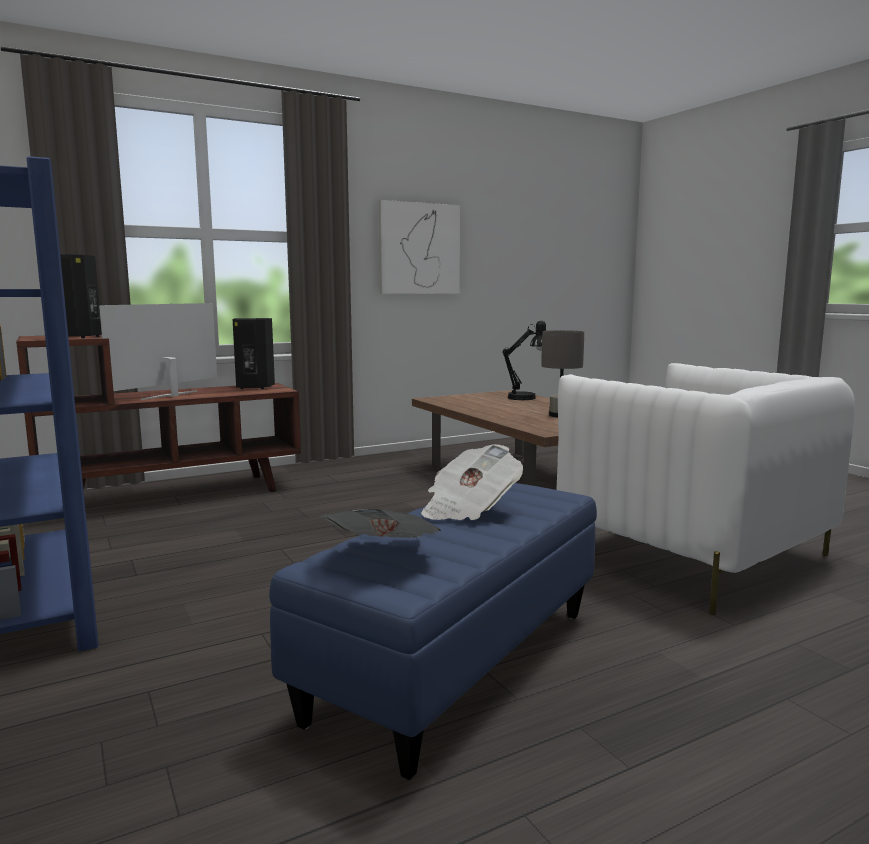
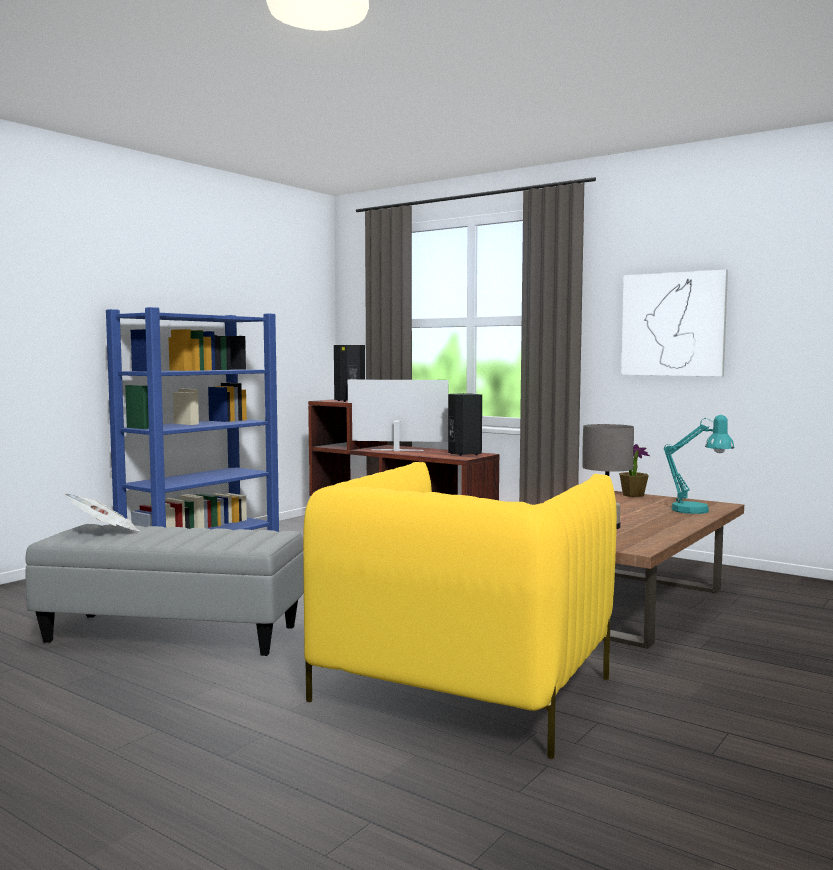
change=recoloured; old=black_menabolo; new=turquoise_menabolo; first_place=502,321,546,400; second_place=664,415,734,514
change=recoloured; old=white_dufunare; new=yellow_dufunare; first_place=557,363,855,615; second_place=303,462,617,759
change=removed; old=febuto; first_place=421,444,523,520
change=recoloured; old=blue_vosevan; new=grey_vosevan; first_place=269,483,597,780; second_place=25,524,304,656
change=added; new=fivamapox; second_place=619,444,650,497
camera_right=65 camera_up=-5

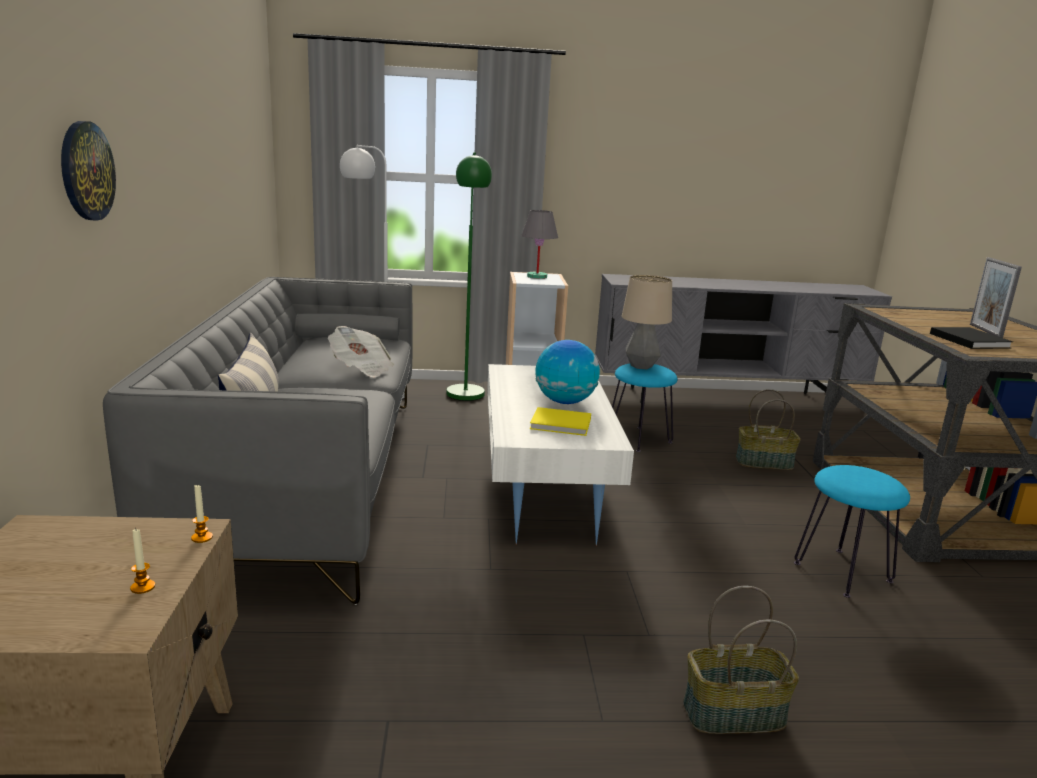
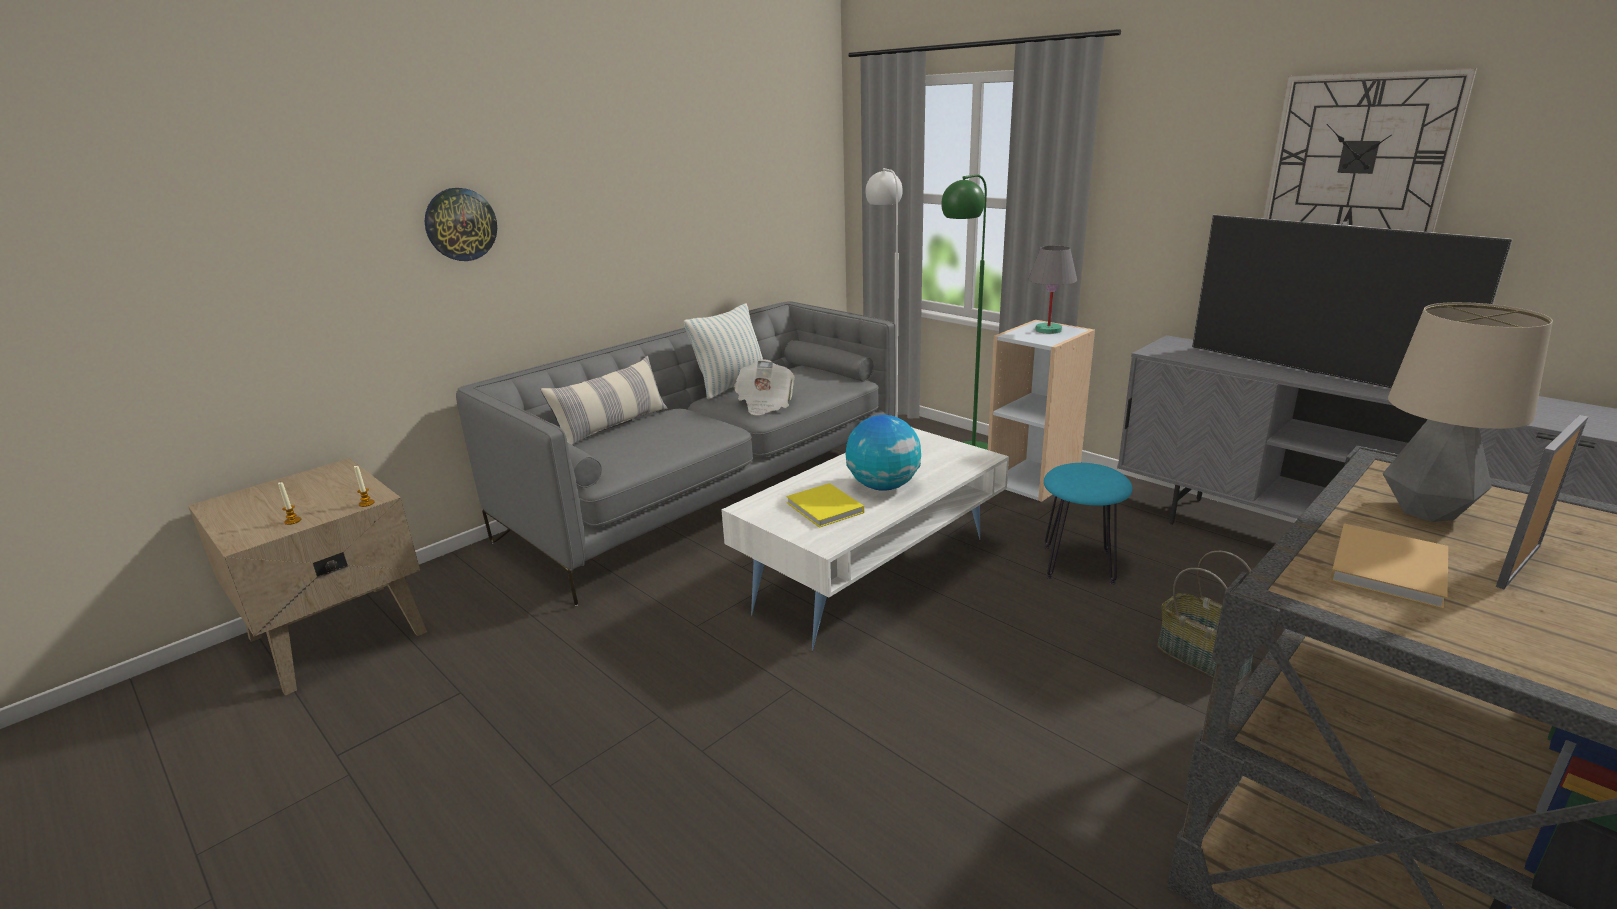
change=moved; old=menabolo; first_place=622,275,672,370; second_place=1383,302,1553,522
change=recoloured; old=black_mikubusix; new=beige_mikubusix; first_place=930,327,1013,349; second_place=1330,523,1448,609
change=removed; old=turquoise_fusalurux; first_place=794,465,910,598
change=removed; old=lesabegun; first_place=683,586,799,734
change=added; new=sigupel; second_place=1262,68,1477,232
change=added; new=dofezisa; second_place=1192,215,1513,388
change=added; new=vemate; second_place=684,303,763,400
camera_right=50 camera_up=5

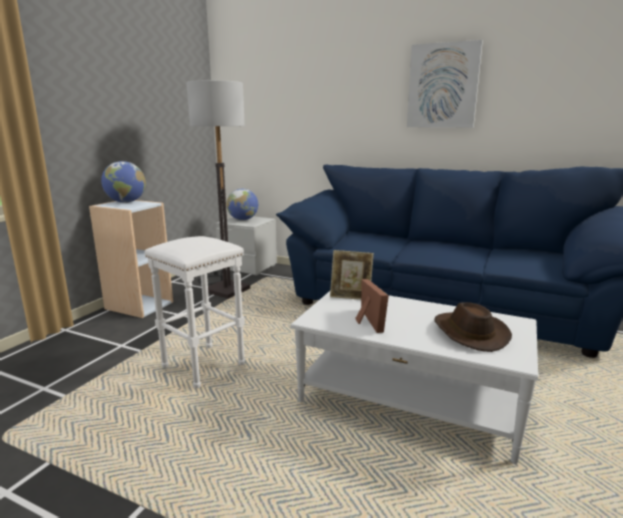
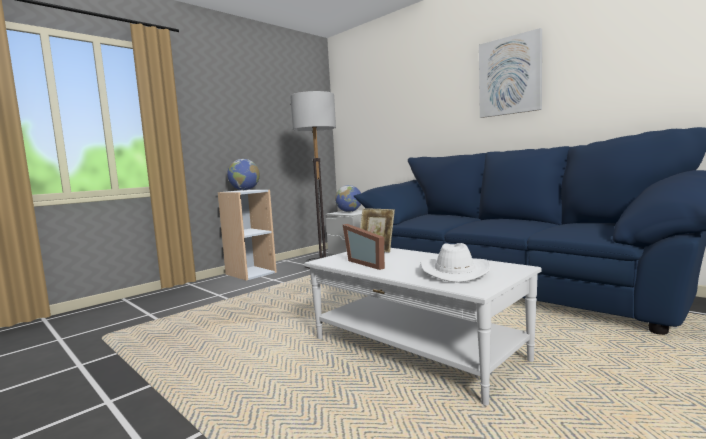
change=removed; old=white_fusalurux; first_place=145,236,245,389
change=turned; old=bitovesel; first_place=355,279,389,333; second_place=343,224,385,270; degrees=135
change=recoloured; old=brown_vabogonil; new=white_vabogonil; first_place=434,302,512,352; second_place=421,243,491,283
camera_right=20 camera_up=-10

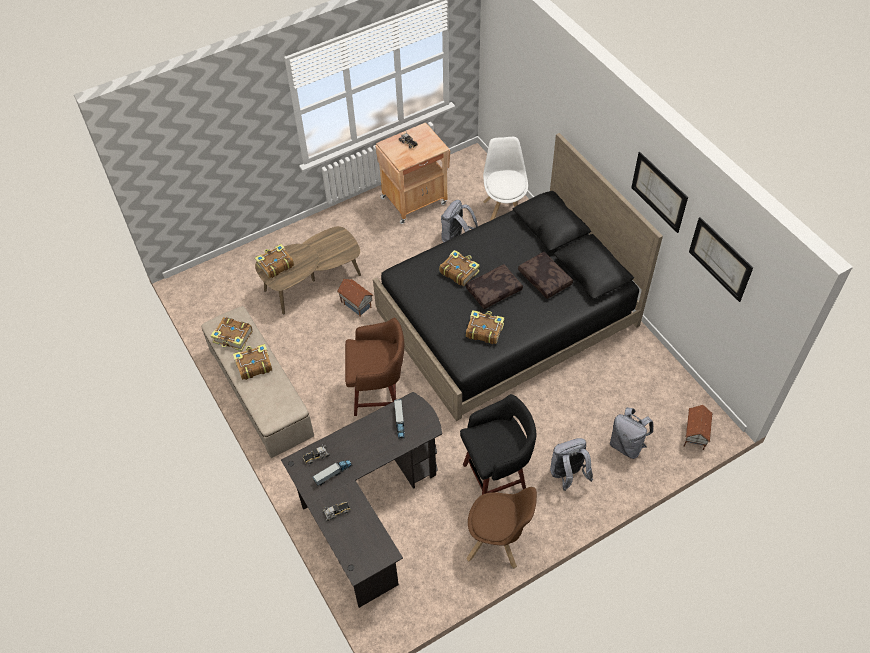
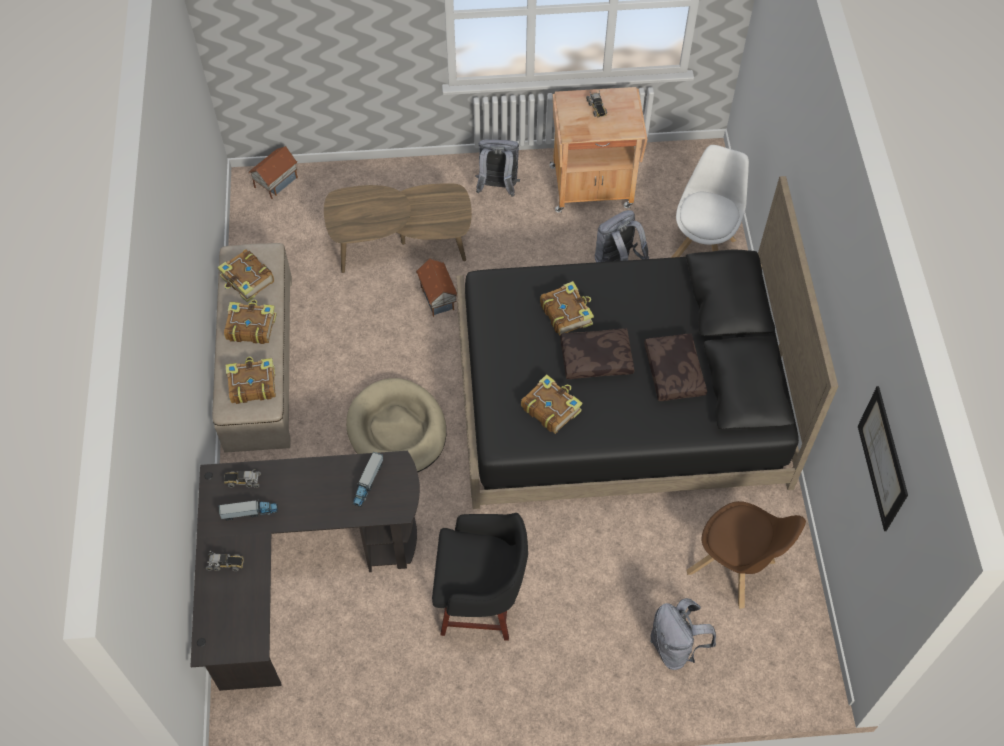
change=removed; old=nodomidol; first_place=631,152,688,233
change=moved; old=mikubusix; first_place=255,244,294,278; second_place=226,357,276,404
change=replaced; old=brown_fusalurux; new=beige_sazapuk; first_place=345,318,404,416; second_place=346,378,446,473
change=moved; old=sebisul; first_place=683,405,713,450; second_place=248,146,298,199
change=moved; old=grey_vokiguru; first_place=550,438,593,491; second_place=475,139,520,197
change=moved; old=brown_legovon; first_place=466,487,537,569; second_place=687,501,806,609
camera_right=25 camera_up=5

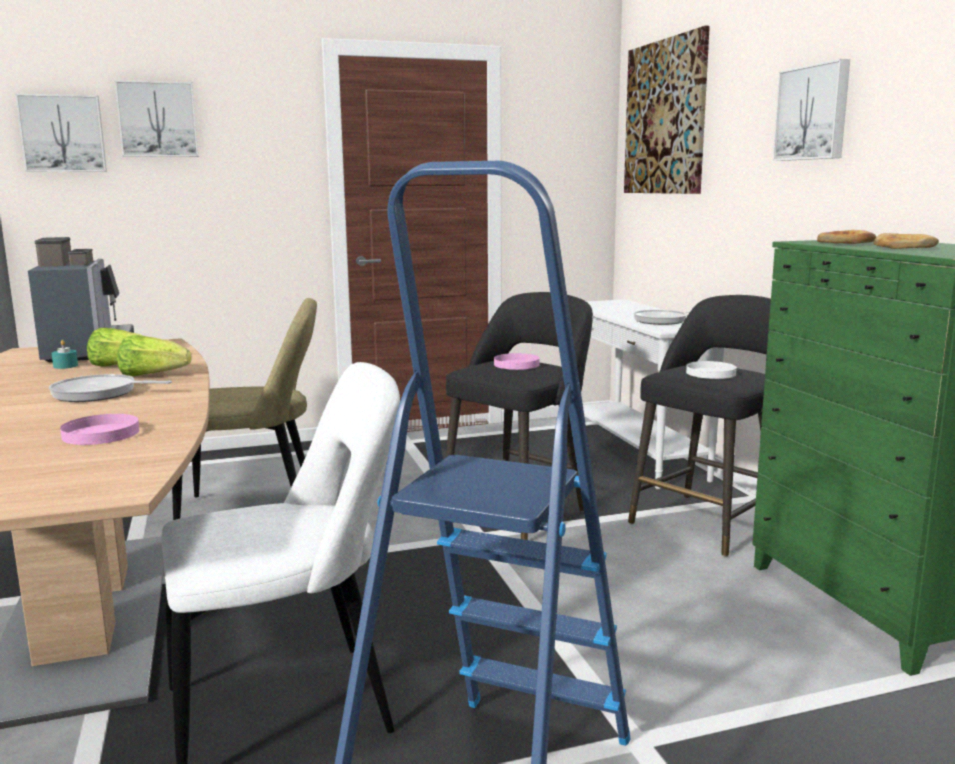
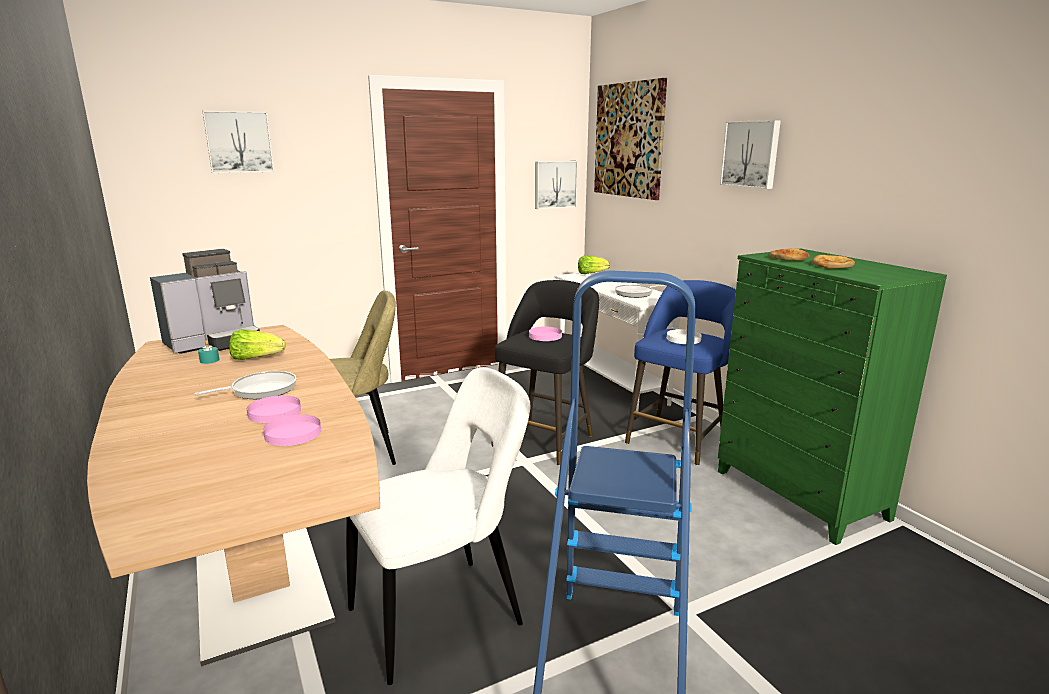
change=moved; old=nodomidol; first_place=15,94,107,172; second_place=535,161,578,209
change=turned; old=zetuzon; first_place=28,237,134,362; second_place=150,249,260,354; degrees=75
change=recoloured; old=black_fusalurux; new=blue_fusalurux; first_place=628,295,771,557; second_place=625,280,736,466
change=moved; old=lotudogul; first_place=117,335,192,376; second_place=578,255,610,274
change=turned; old=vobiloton; first_place=49,374,172,402; second_place=195,371,296,399; degrees=150
change=added; new=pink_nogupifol; second_place=247,395,301,423
camera_right=-10 camera_up=5

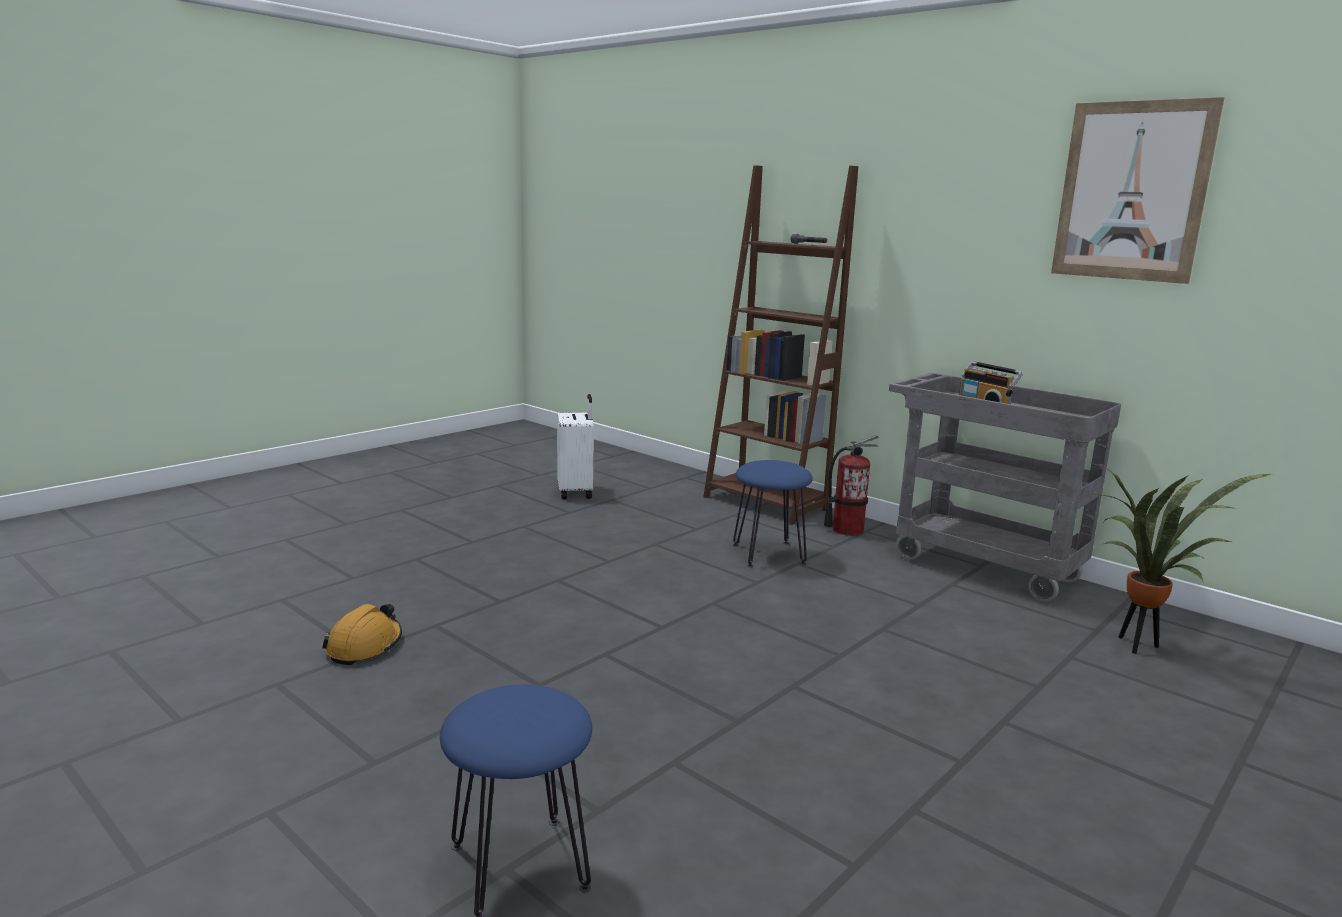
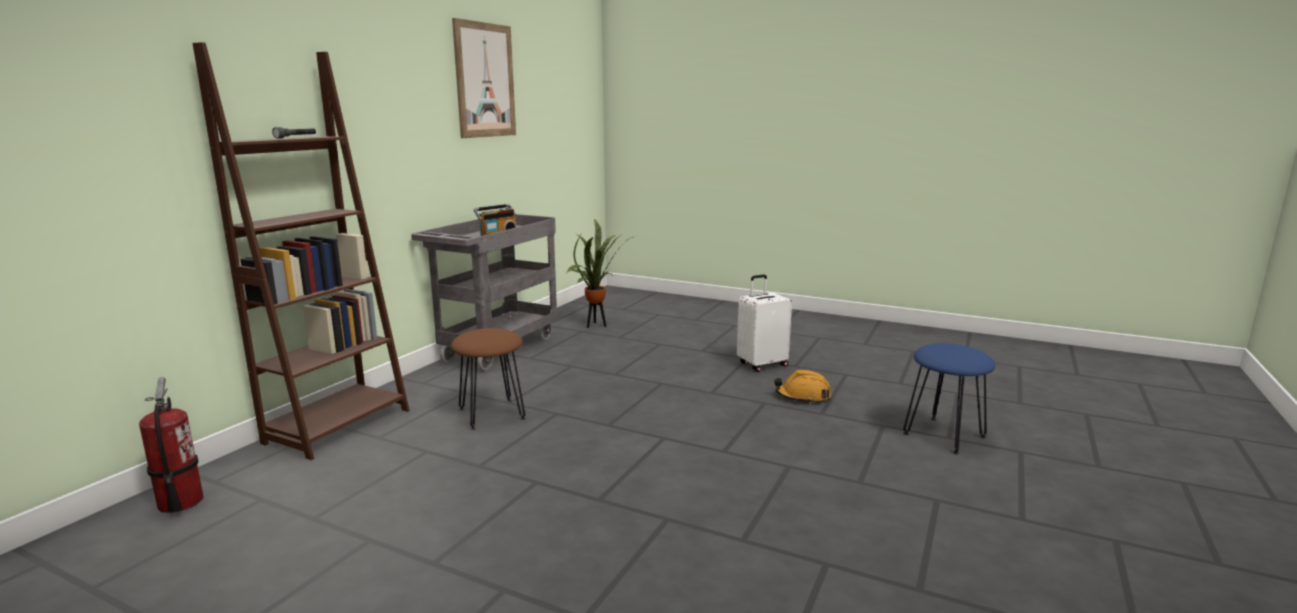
change=moved; old=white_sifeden; first_place=557,394,594,499; second_place=737,275,792,372
change=moved; old=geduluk; first_place=824,435,879,536; second_place=139,377,203,513
change=recoloured; old=blue_fusalurux; new=brown_fusalurux; first_place=733,460,813,567; second_place=451,328,526,430
change=moved; old=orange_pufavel; first_place=322,604,402,665; second_place=774,370,831,404
camera_right=-105 camera_up=0

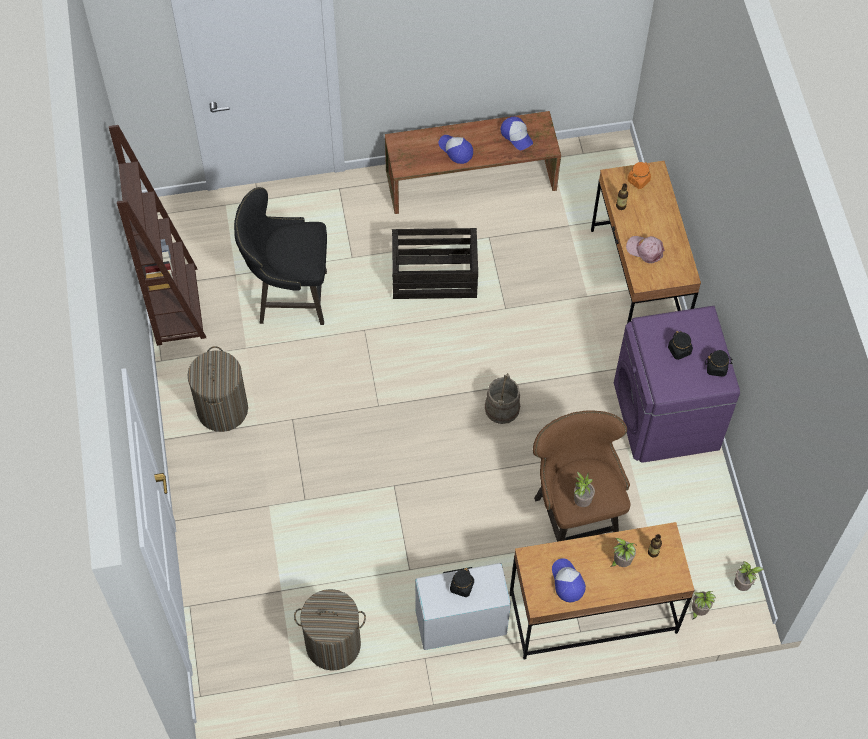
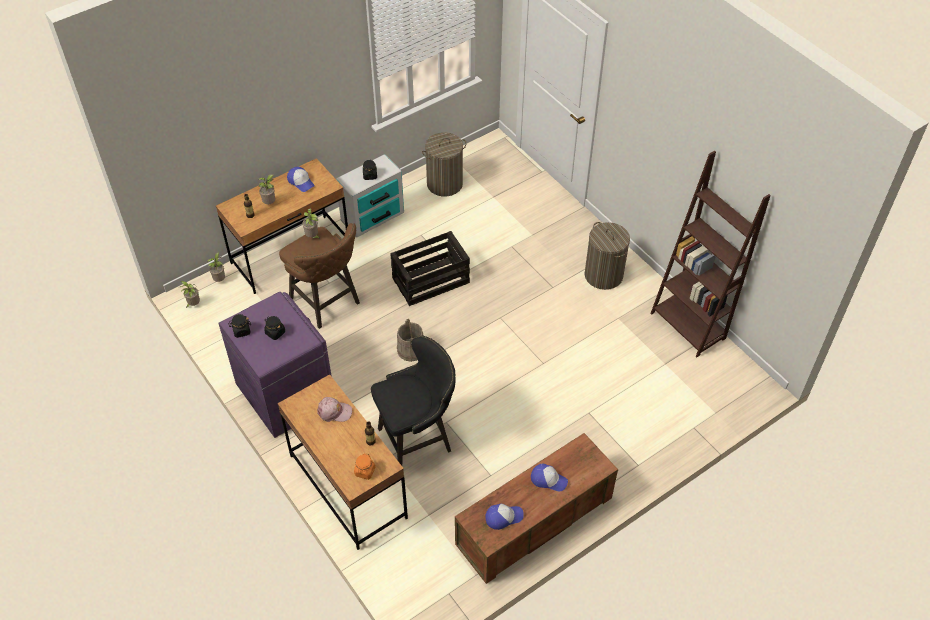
change=turned; old=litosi; first_place=501,117,533,150; second_place=485,504,524,530; degrees=135
change=moved; old=black_fusalurux; first_place=234,187,327,325; second_place=371,336,456,466
change=moved; old=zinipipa; first_place=392,228,478,299; second_place=390,231,470,306
camera_right=155 camera_up=-10

